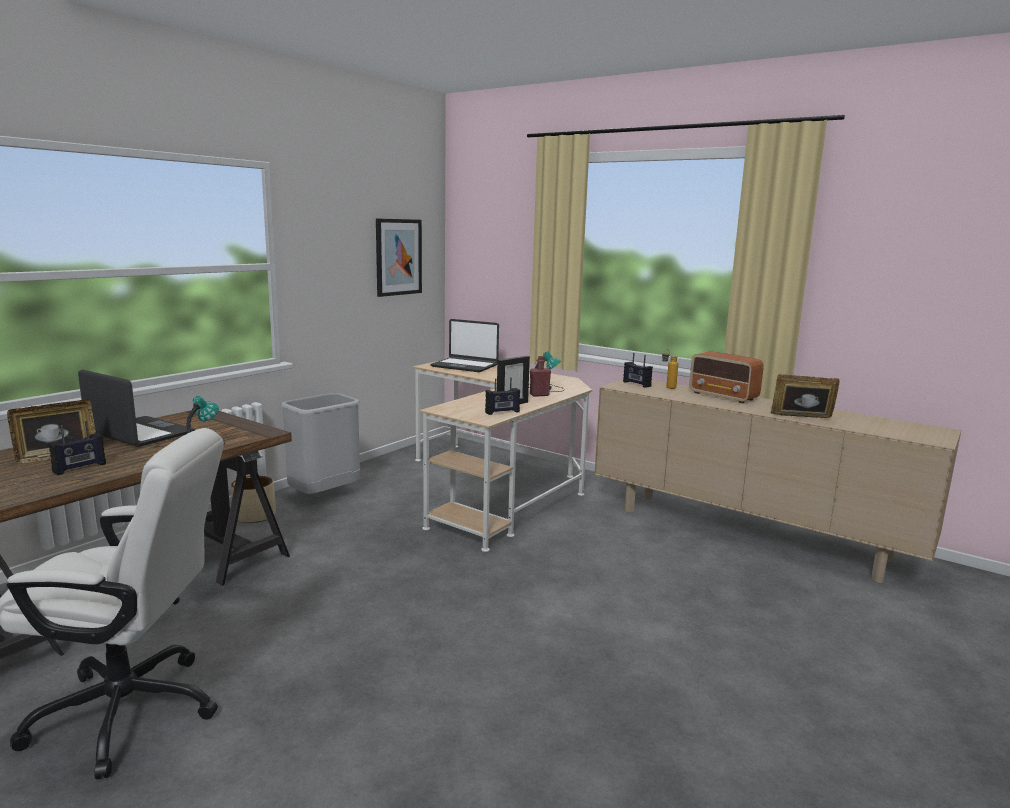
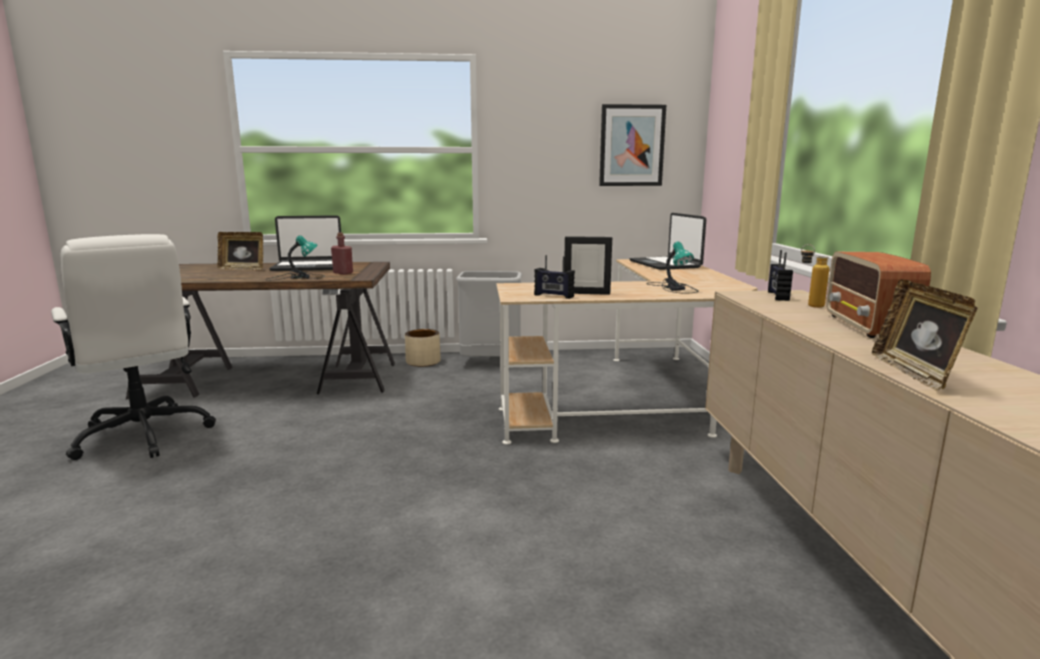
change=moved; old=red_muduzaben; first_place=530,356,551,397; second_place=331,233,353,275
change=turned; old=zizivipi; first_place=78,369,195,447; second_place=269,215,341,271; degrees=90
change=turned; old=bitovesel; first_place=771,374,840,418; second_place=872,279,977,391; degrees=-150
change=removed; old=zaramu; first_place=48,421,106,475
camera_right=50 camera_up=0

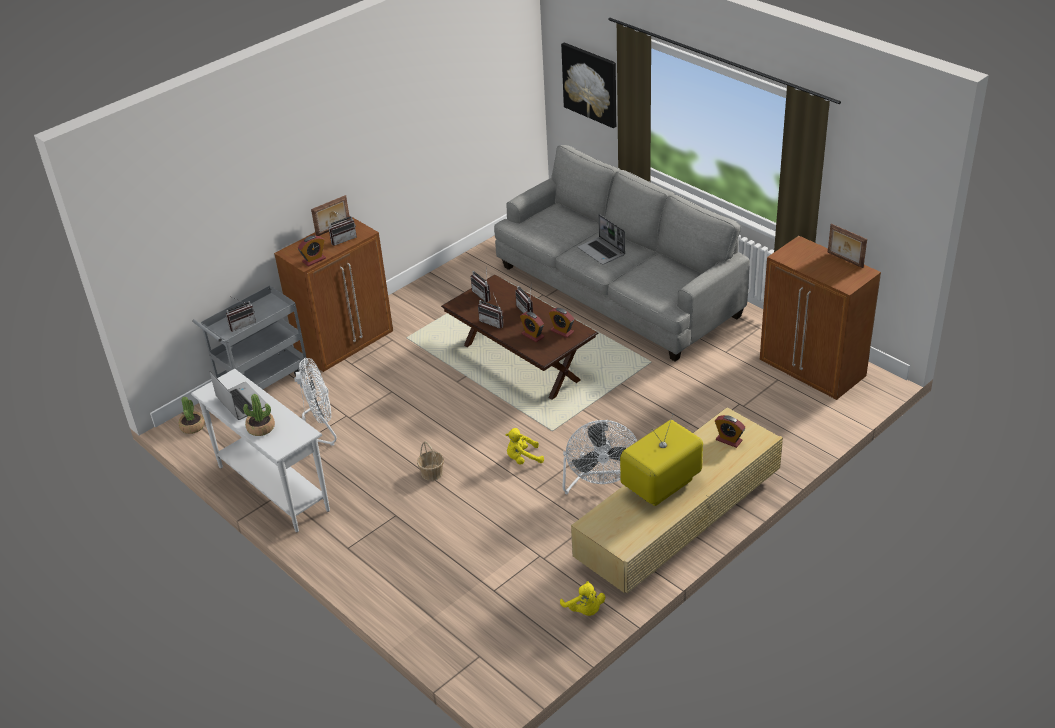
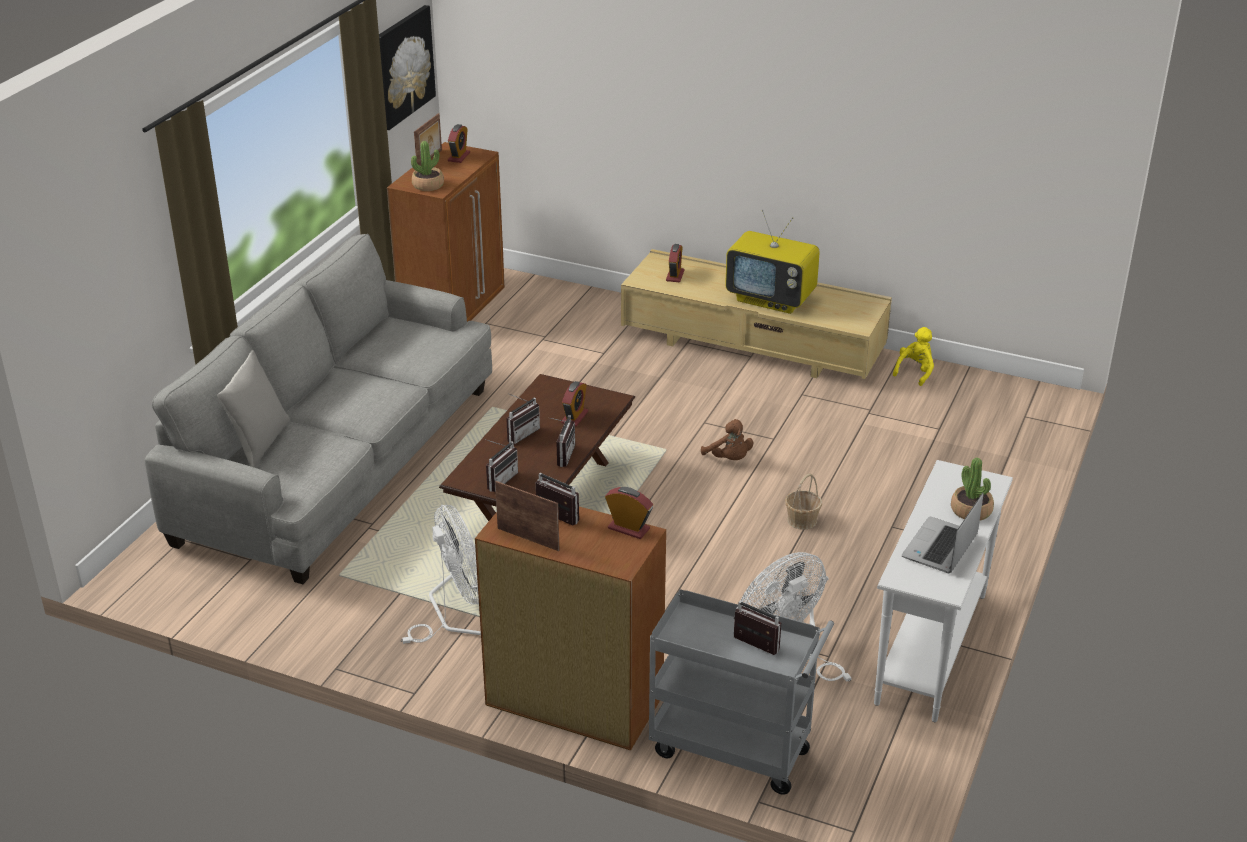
change=moved; old=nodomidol; first_place=561,43,616,128; second_place=379,5,436,130
change=removed; old=zizivipi; first_place=578,214,625,265
change=moved; old=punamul; first_place=549,308,574,338; second_place=448,124,470,163
change=moved; old=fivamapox; first_place=179,397,205,434; second_place=411,141,444,191
change=moved; old=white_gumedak; first_place=562,420,637,495; second_place=400,505,481,644
change=recoloured; old=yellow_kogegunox; new=brown_kogegunox; first_place=506,428,544,465; second_place=701,419,753,460
change=added; new=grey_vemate; second_place=217,350,290,468
camera_right=-115 camera_up=-5

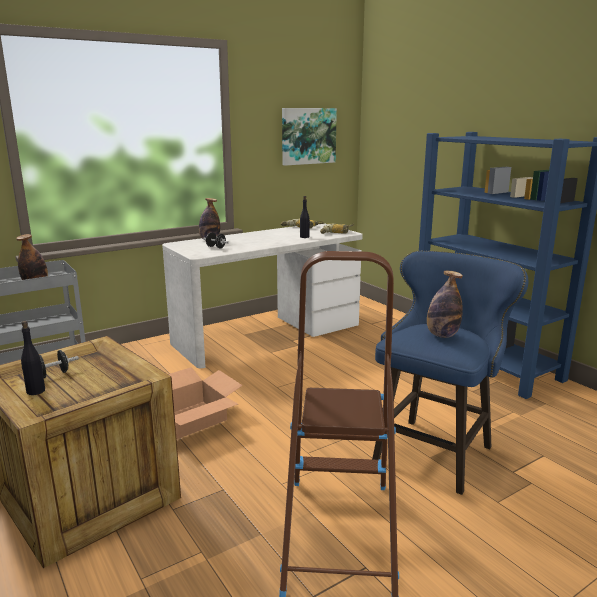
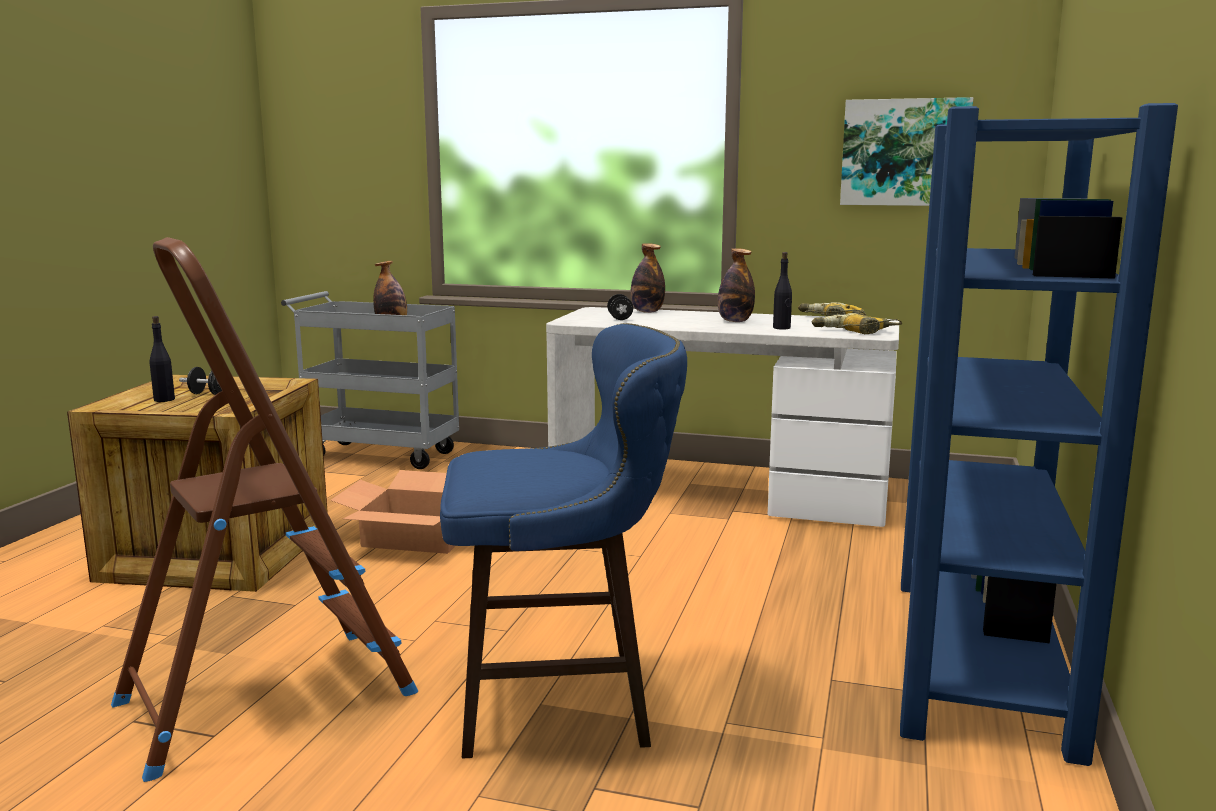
change=moved; old=muduzaben; first_place=427,271,463,338; second_place=718,248,755,322
camera_right=50 camera_up=-5

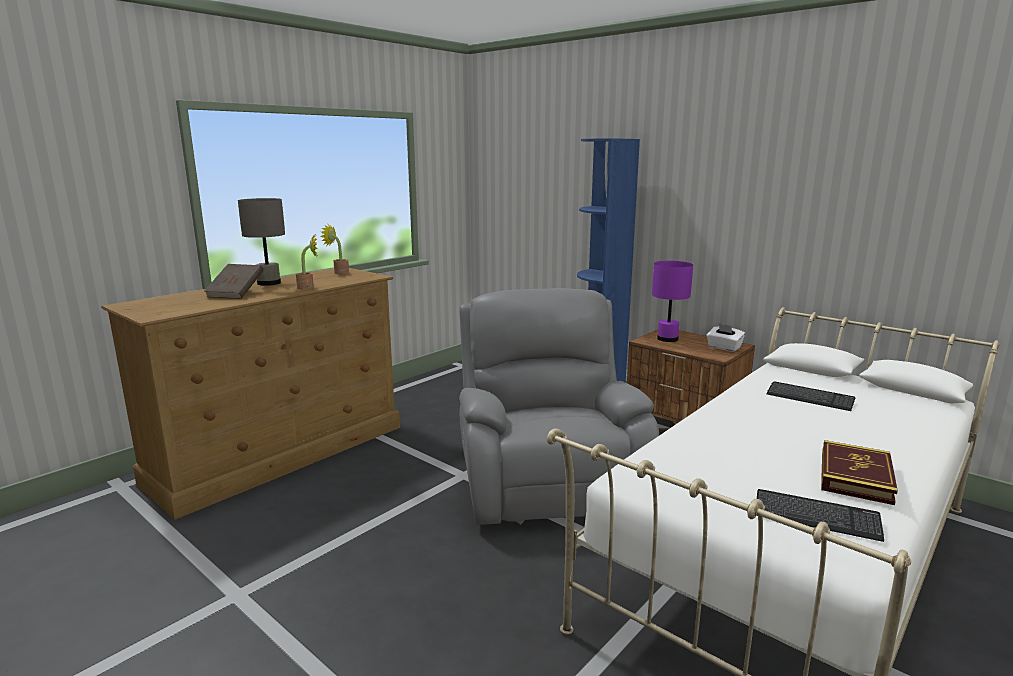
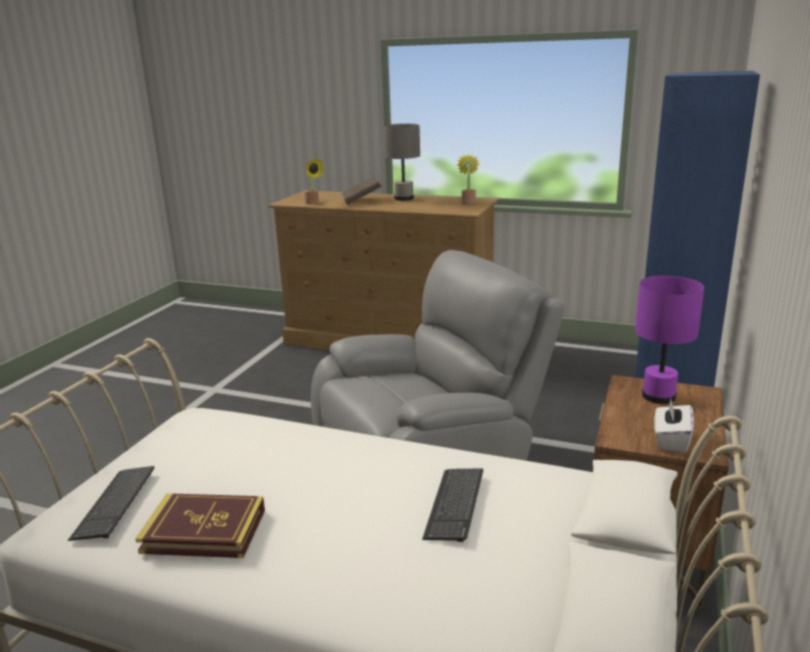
change=moved; old=fivamapox; first_place=296,234,318,290; second_place=304,158,326,204
camera_right=70 camera_up=5

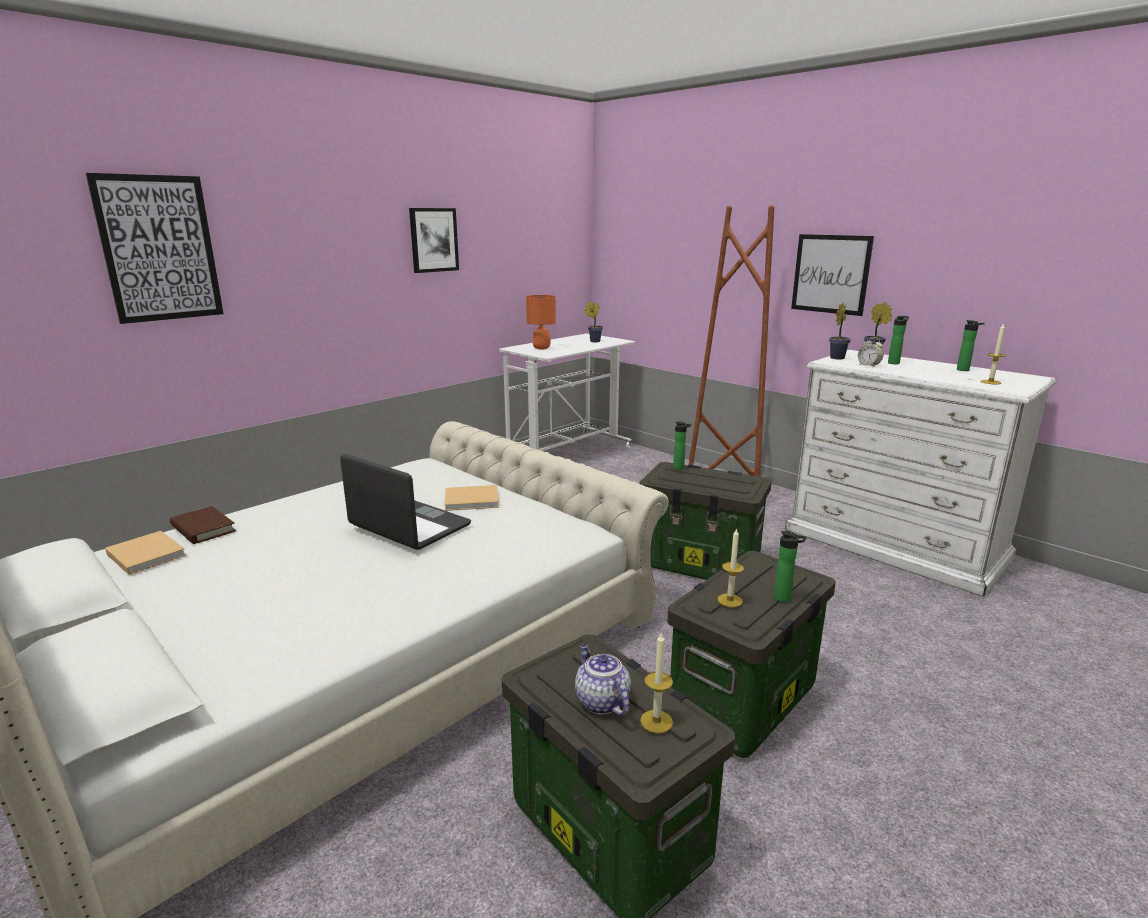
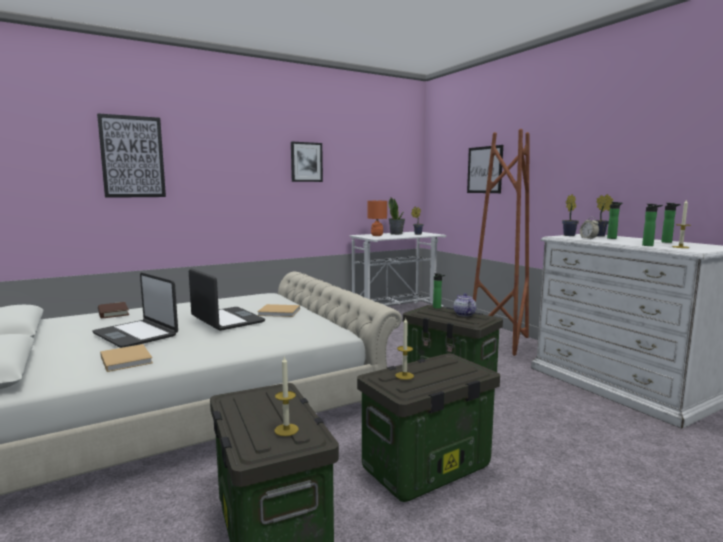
change=moved; old=nodomidol; first_place=791,234,874,316; second_place=467,145,503,193
change=moved; old=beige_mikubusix; first_place=105,531,186,575; second_place=100,344,153,372
change=moved; old=muduzaben; first_place=774,531,807,602; second_place=642,204,663,246
change=moved; old=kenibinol; first_place=575,644,631,716; second_place=453,293,476,316
change=added; new=fivamapox; second_place=388,197,405,235
change=added; new=zizivipi; second_place=92,272,178,348
camera_right=15 camera_up=-10

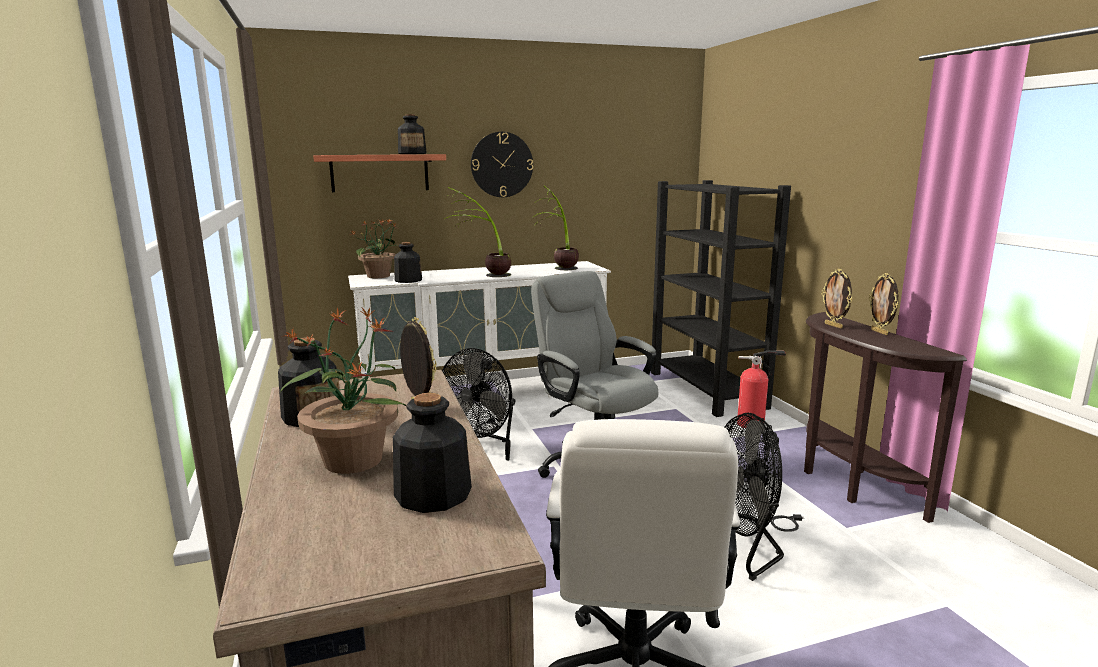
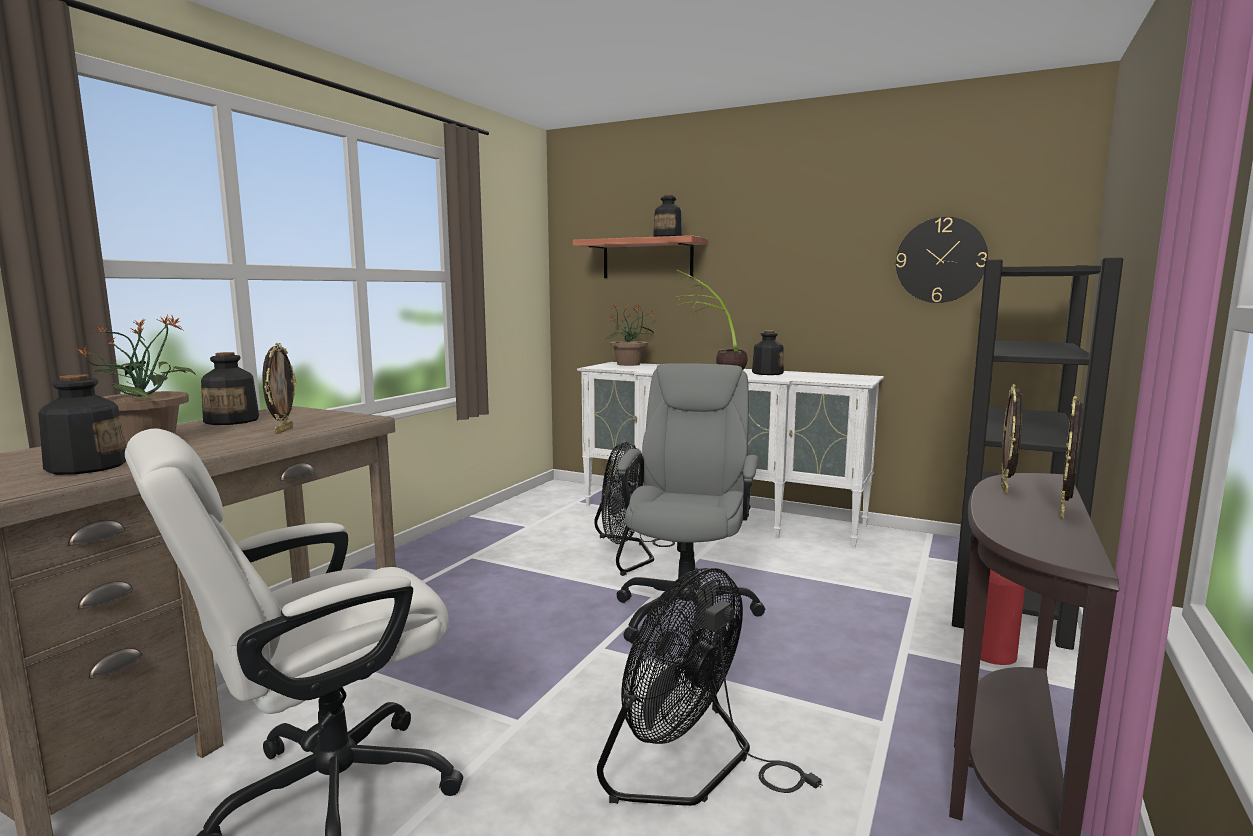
change=moved; old=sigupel; first_place=471,132,533,197; second_place=896,217,988,303
change=removed; old=fivamapox; first_place=533,186,579,270
change=moved; old=muduzaben; first_place=394,242,422,283; second_place=752,330,784,375
camera_right=45 camera_up=-5

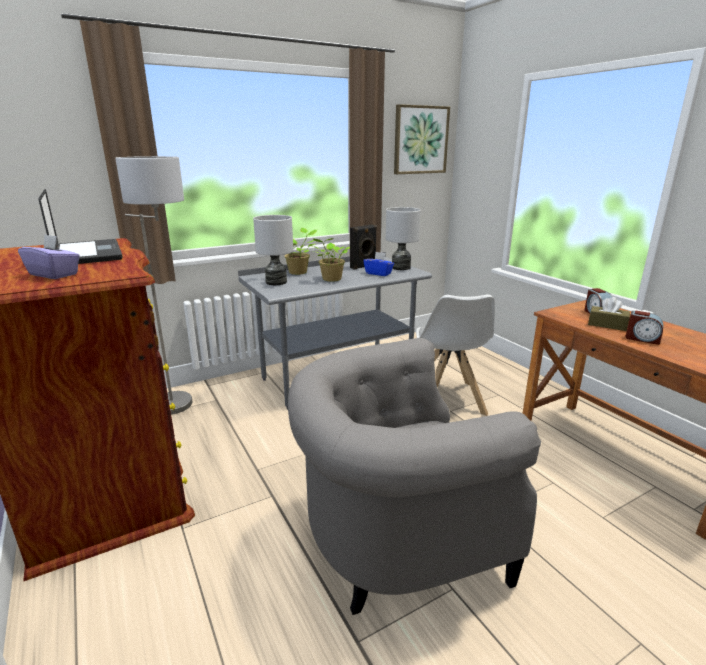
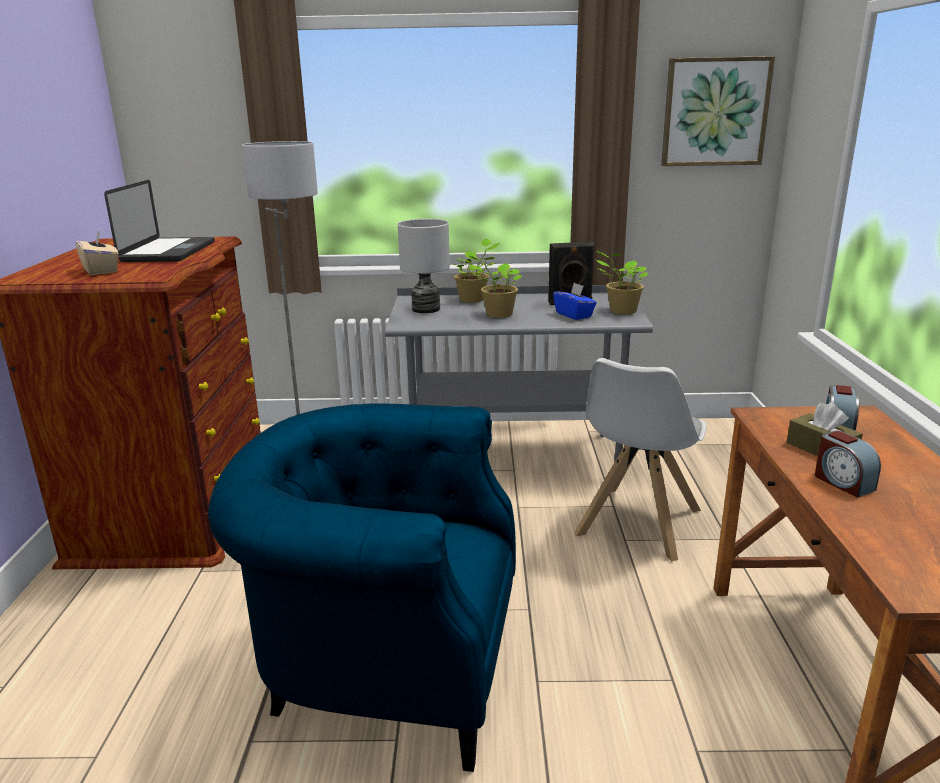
change=replaced; old=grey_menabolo; new=fivamapox; first_place=386,207,421,270; second_place=596,251,648,314
change=recoloured; old=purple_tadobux; new=beige_tadobux; first_place=18,235,80,279; second_place=75,231,118,275
change=recoloured; old=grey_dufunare; new=blue_dufunare; first_place=288,338,541,615; second_place=208,404,516,772
camera_right=30 camera_up=0

